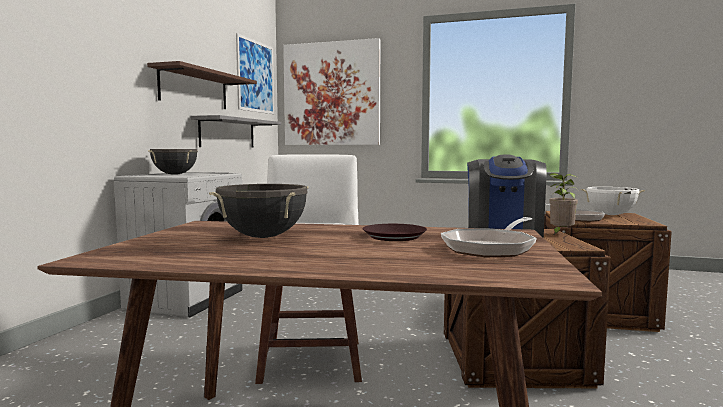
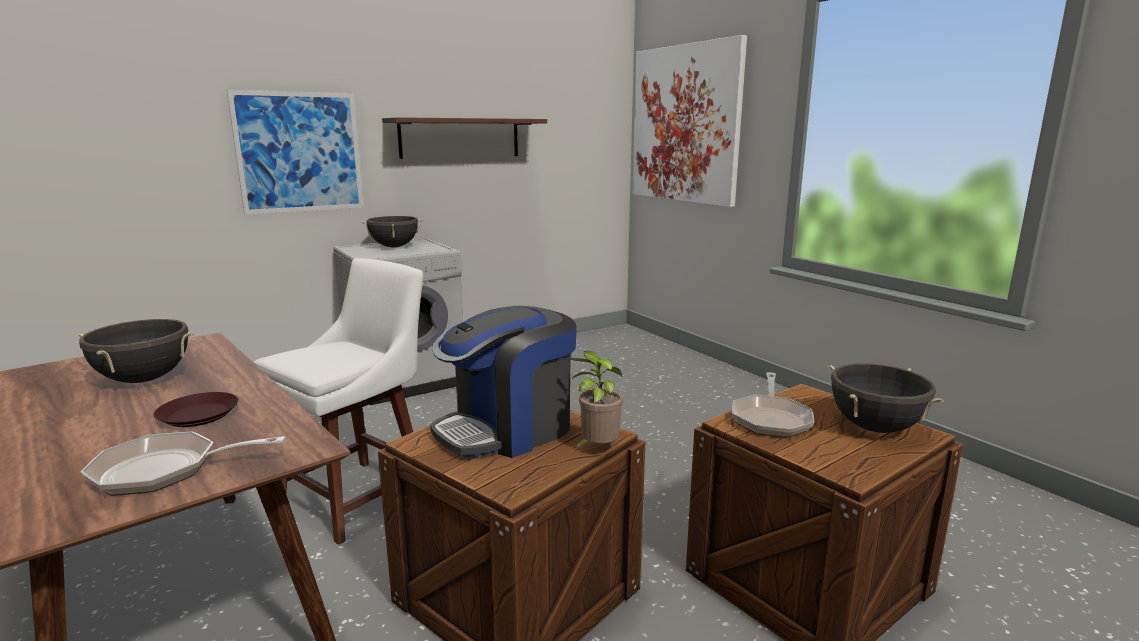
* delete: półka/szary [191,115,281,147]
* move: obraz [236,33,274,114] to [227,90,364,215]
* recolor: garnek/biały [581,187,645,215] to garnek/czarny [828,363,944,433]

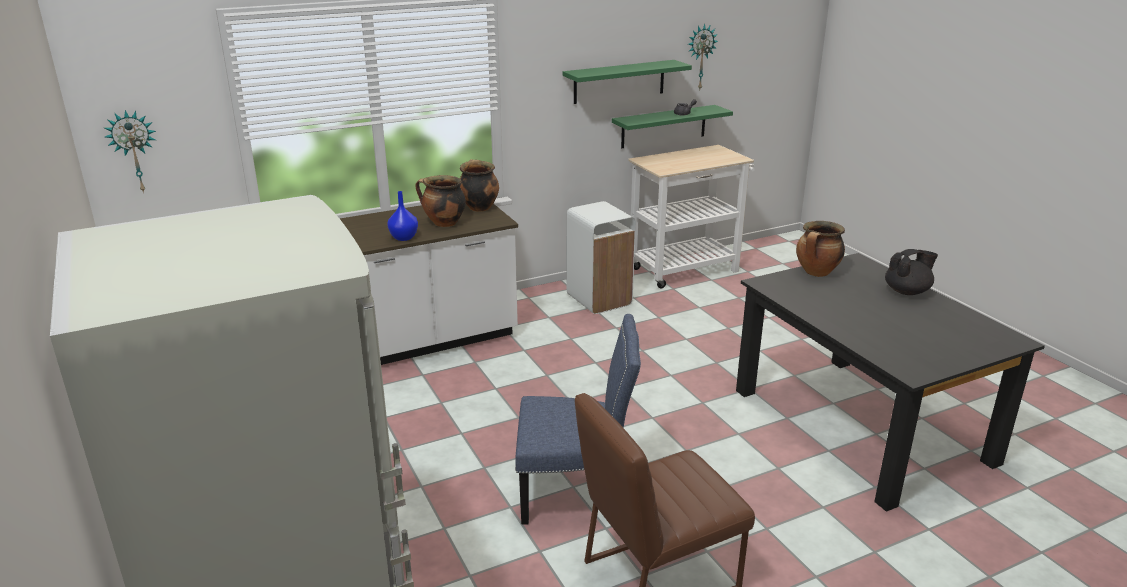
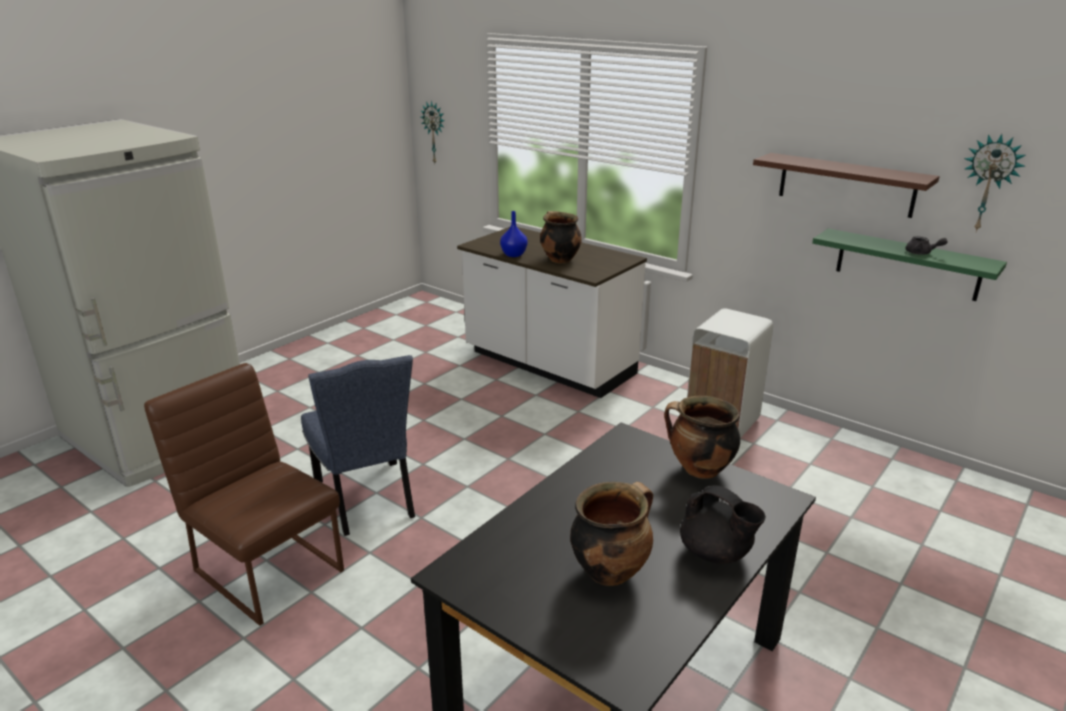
* move: garnek [459,160,499,212] to [570,482,653,586]
* recolor: półka/zielony [563,60,692,104] to półka/brązowy [753,153,940,218]
* delete: wózek/biały [628,145,755,289]

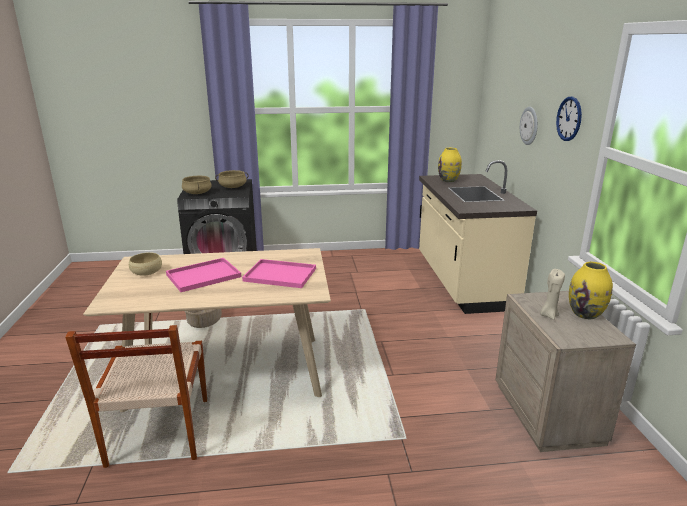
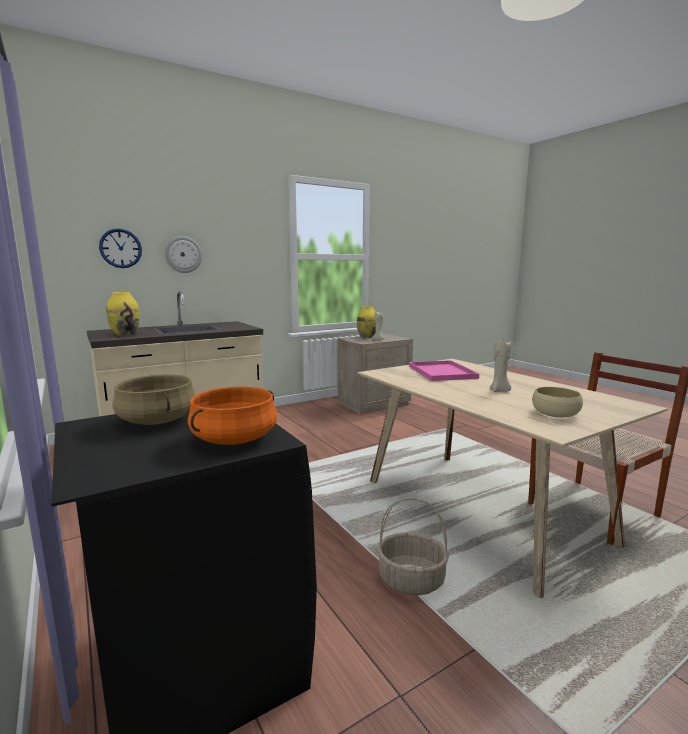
* replace: taca/różowy [166,258,242,292] to świeca/beżowy [490,340,511,392]
* recolor: garnek/beżowy [182,176,212,194] to garnek/pomarańczowy [188,387,277,445]
* move: zegar ścienny [556,97,582,141] to [99,228,142,268]

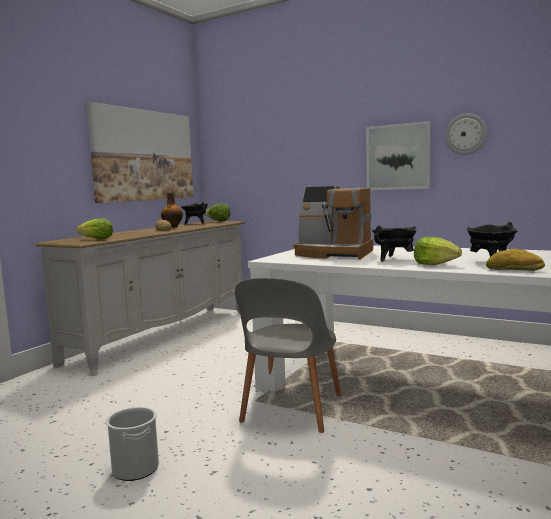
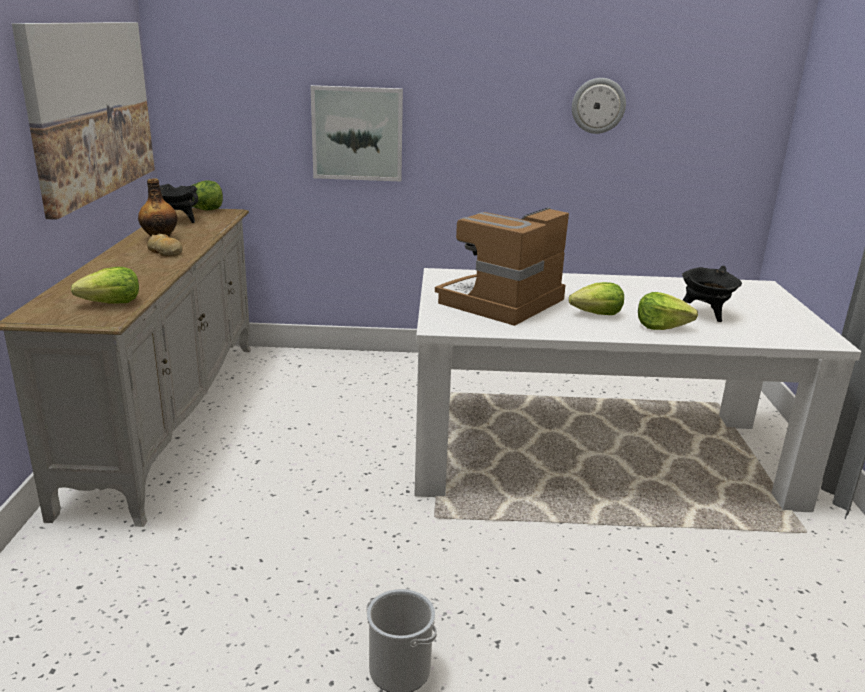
* delete: krzesło/szary [235,278,341,433]
* rotate: ekspres do kawy [294,186,373,260] = [435,207,569,326] 135 degrees clockwise
* move: obraz [366,121,431,190] to [311,85,403,181]
* replace: garnek/czarny [372,225,417,262] to sałata [569,282,624,315]
* delete: chleb [486,248,545,271]

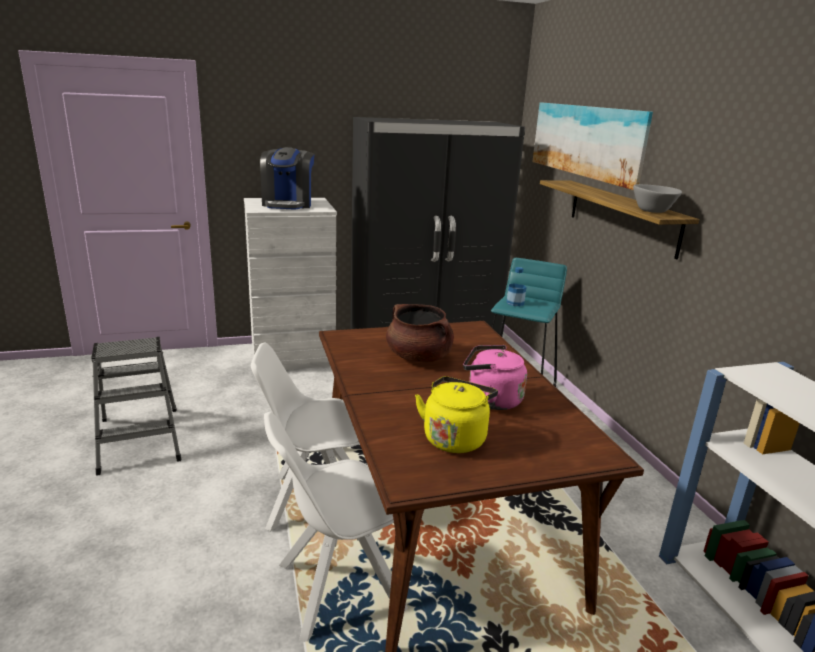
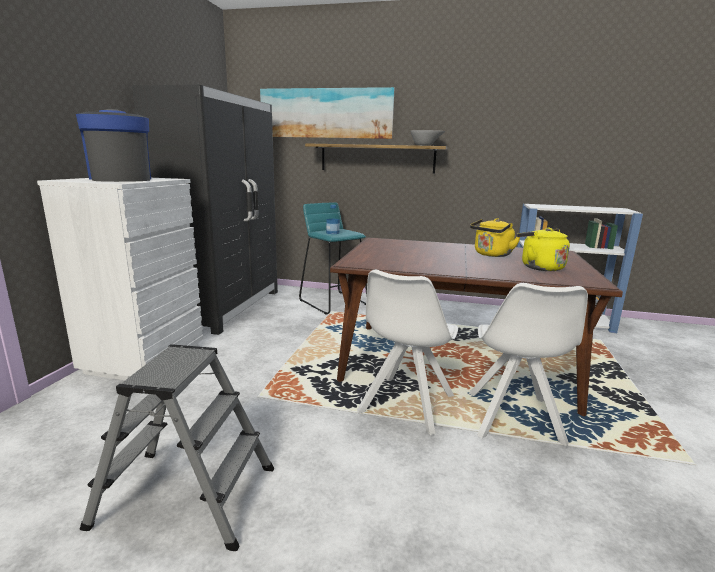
* rotate: ekspres do kawy [260,147,314,209] = [76,109,151,182] 150 degrees counterclockwise
* delete: garnek/brązowy [386,304,454,363]
* recolor: czajnik/różowy [463,345,527,410] to czajnik/żółty [470,218,520,257]

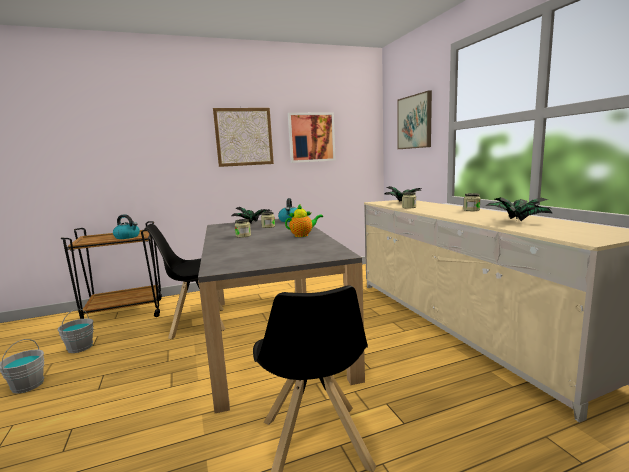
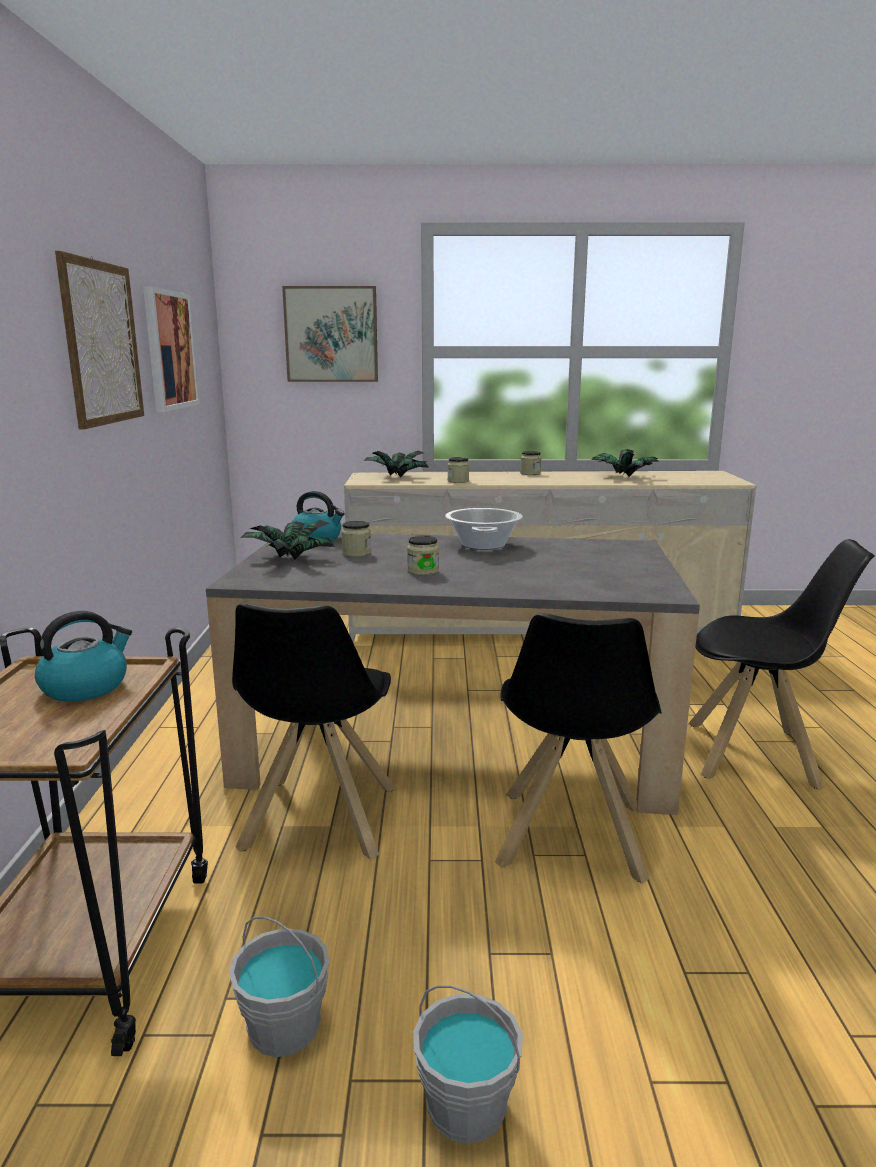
* replace: imbryk [285,205,323,237] to garnek [445,508,523,550]
* insert: krzesło/czarny [495,613,662,884]

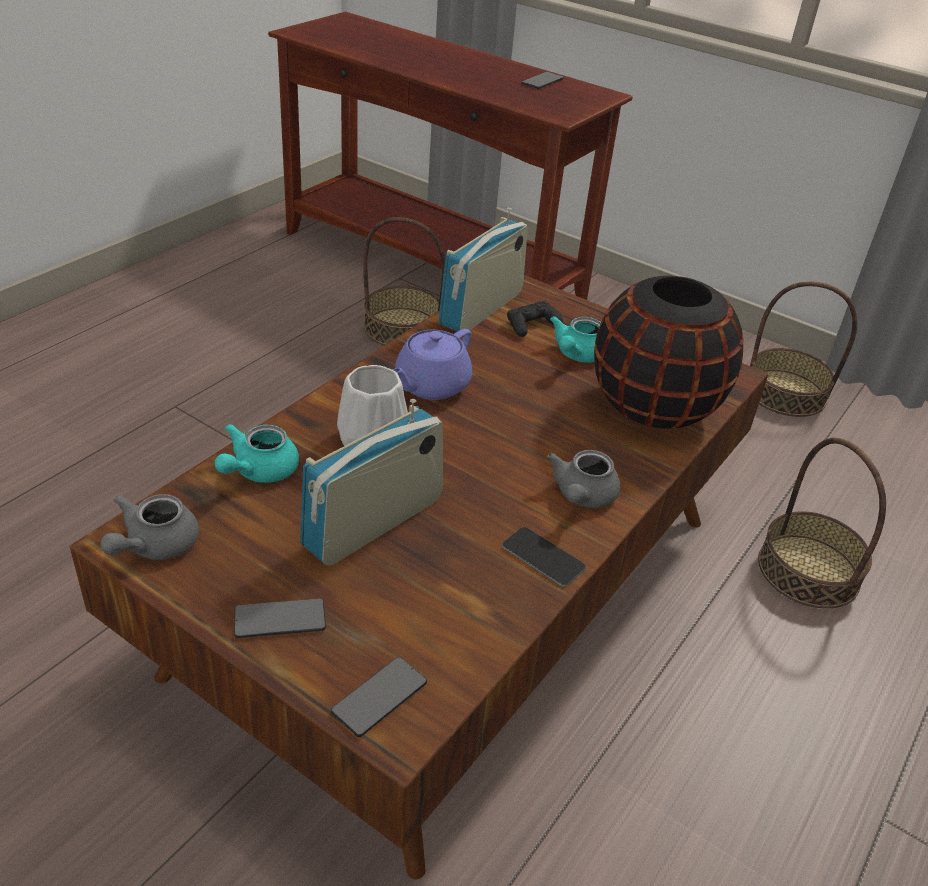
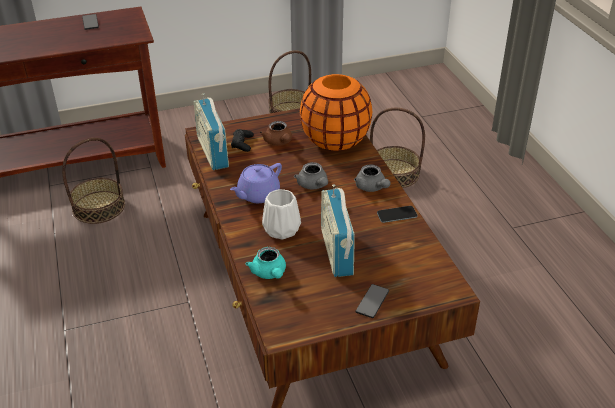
* move: imbryk/szary [100,494,199,560] to [294,162,328,190]
* delete: telefon [331,657,427,737]
* rotate: imbryk/fioletowy [393,329,472,400] = [230,163,282,203] 60 degrees clockwise
* recolor: imbryk/turkusowy [550,316,601,363] to imbryk/brązowy [260,121,292,146]
* recolor: wazon/czarny [594,276,743,429] to wazon/pomarańczowy [300,74,372,151]

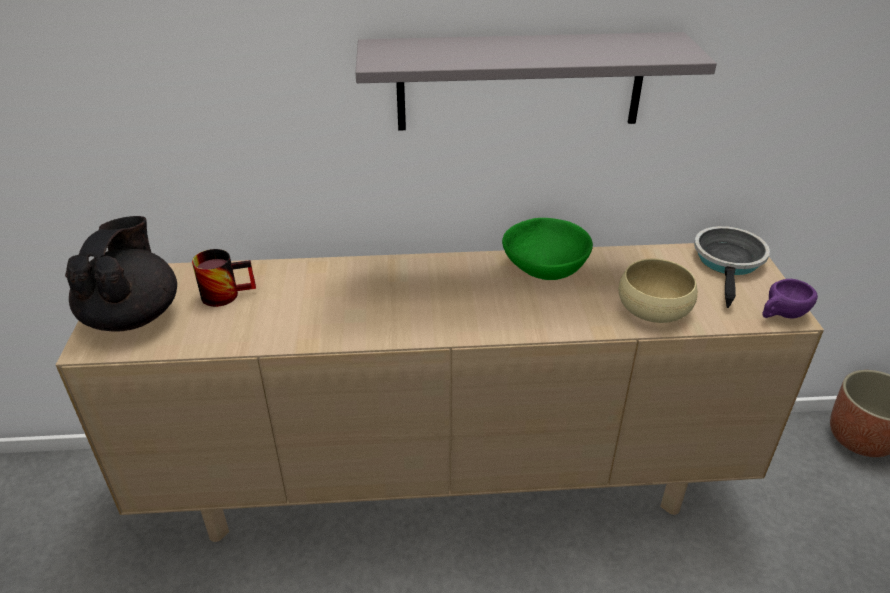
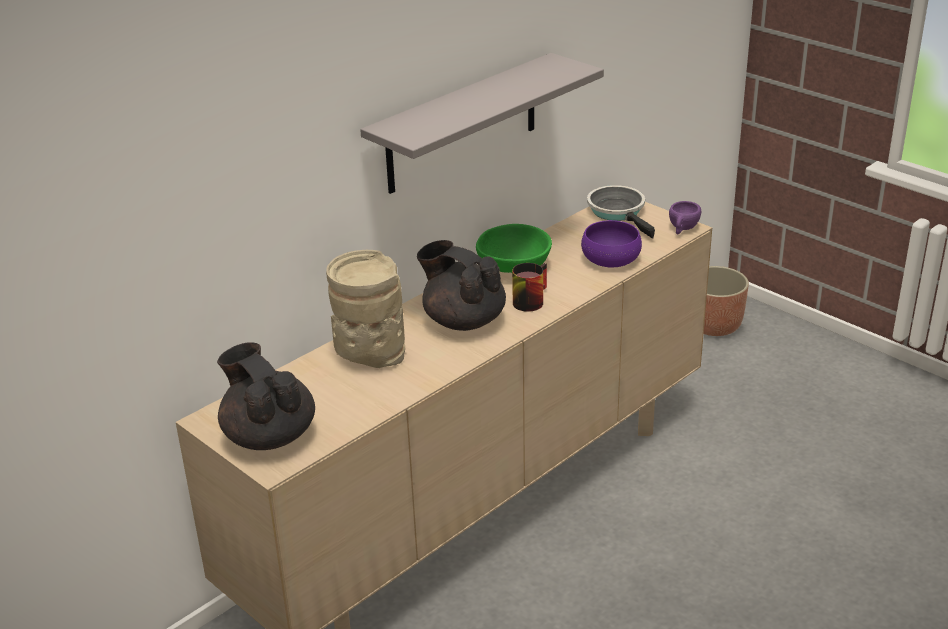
* move: kubek [192,249,256,307] to [512,263,547,312]
* recolor: miska/beżowy [619,259,698,323] to miska/fioletowy [581,220,642,267]
* insert: wazon/beżowy [326,250,405,368]
* insert: imbryk/czarny [417,240,506,331]

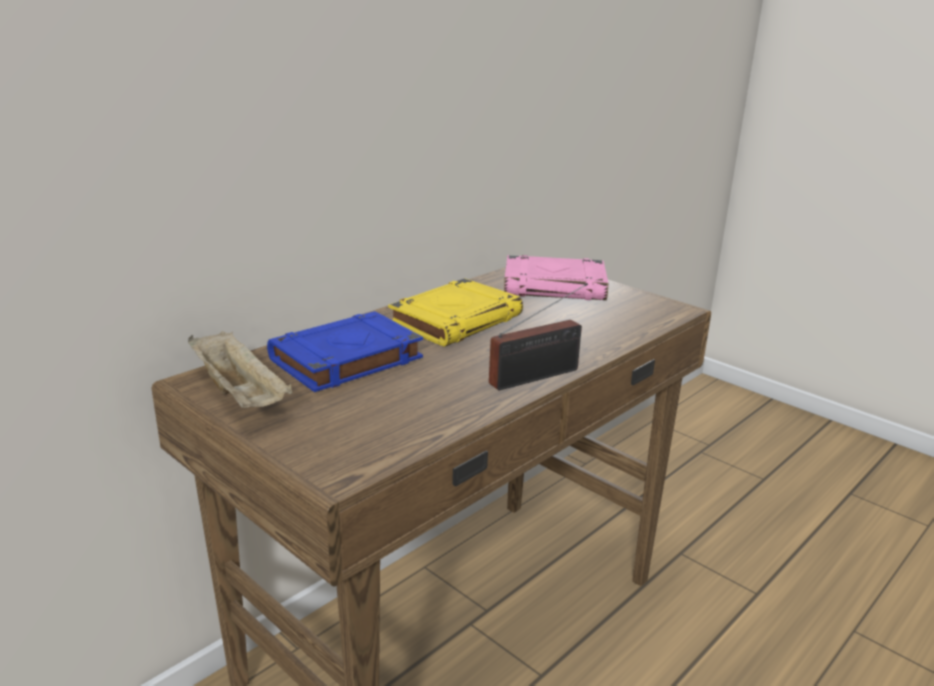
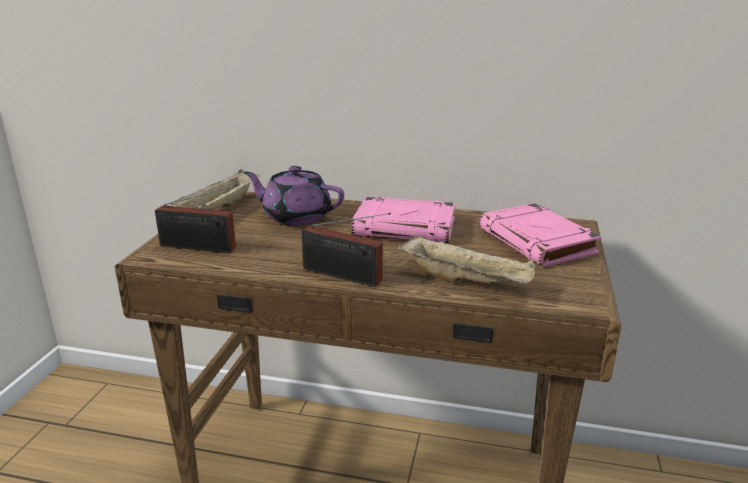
* replace: książka/niebieski [267,311,423,392] to imbryk/fioletowy [243,166,344,226]
* recolor: książka/żółty [388,278,523,347] to książka/różowy [351,197,455,243]
* insert: radio [155,184,237,253]
* insert: taca/beżowy [398,235,536,284]

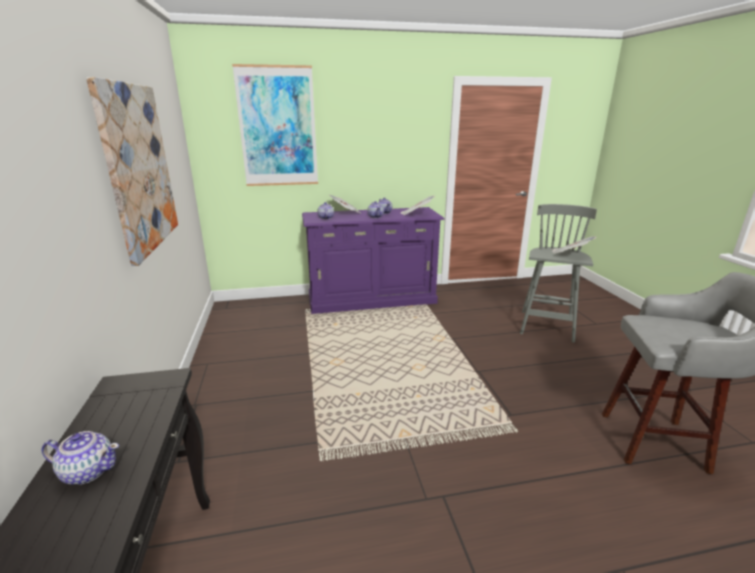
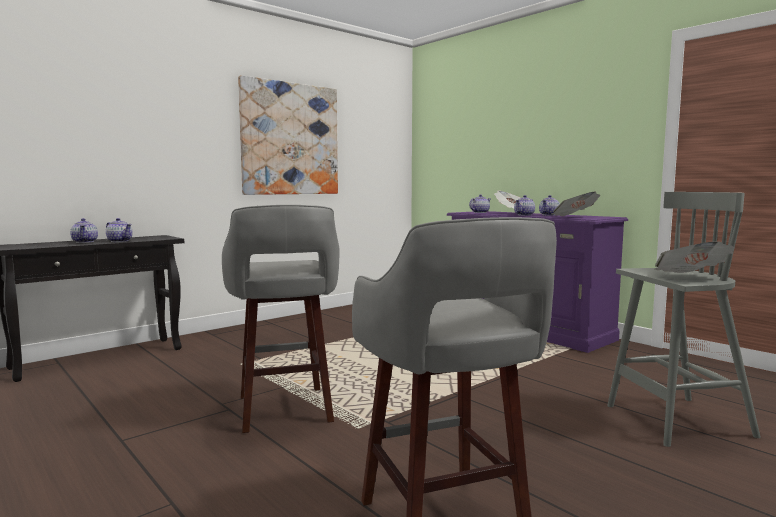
* delete: obraz [232,64,318,186]
* insert: imbryk [106,218,132,242]
* insert: stołek/szary [222,205,340,433]

